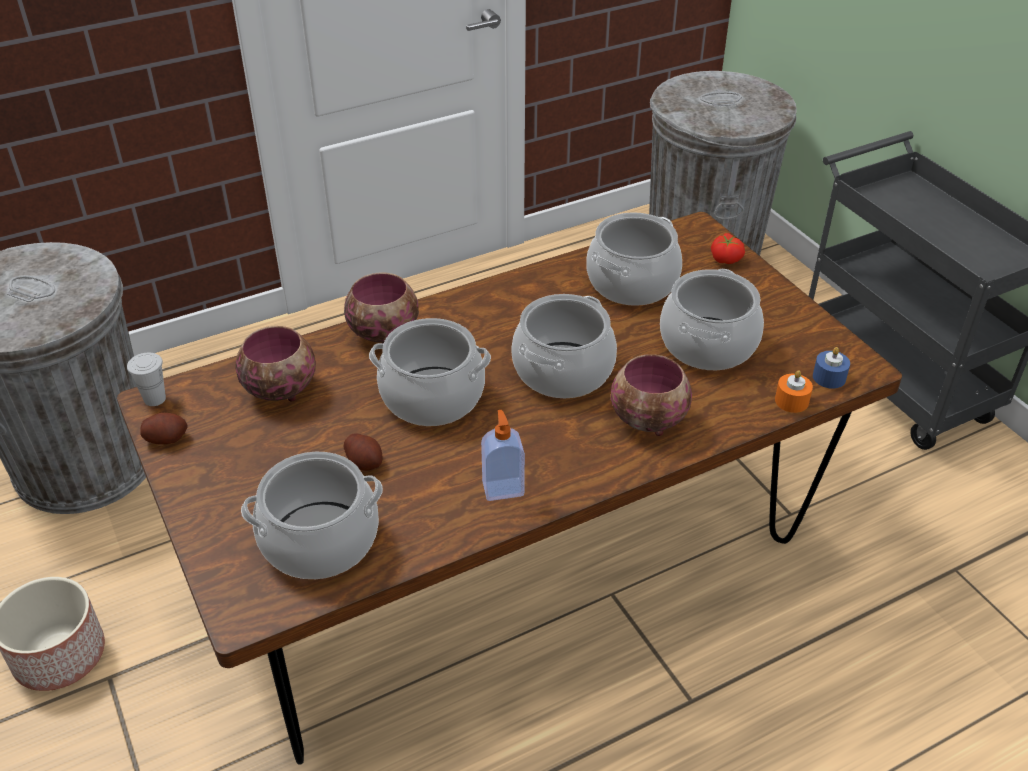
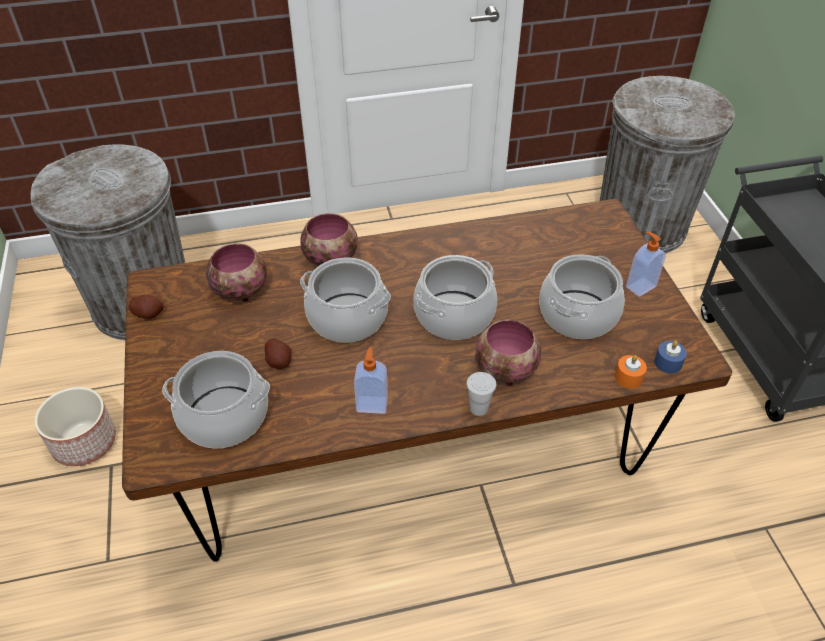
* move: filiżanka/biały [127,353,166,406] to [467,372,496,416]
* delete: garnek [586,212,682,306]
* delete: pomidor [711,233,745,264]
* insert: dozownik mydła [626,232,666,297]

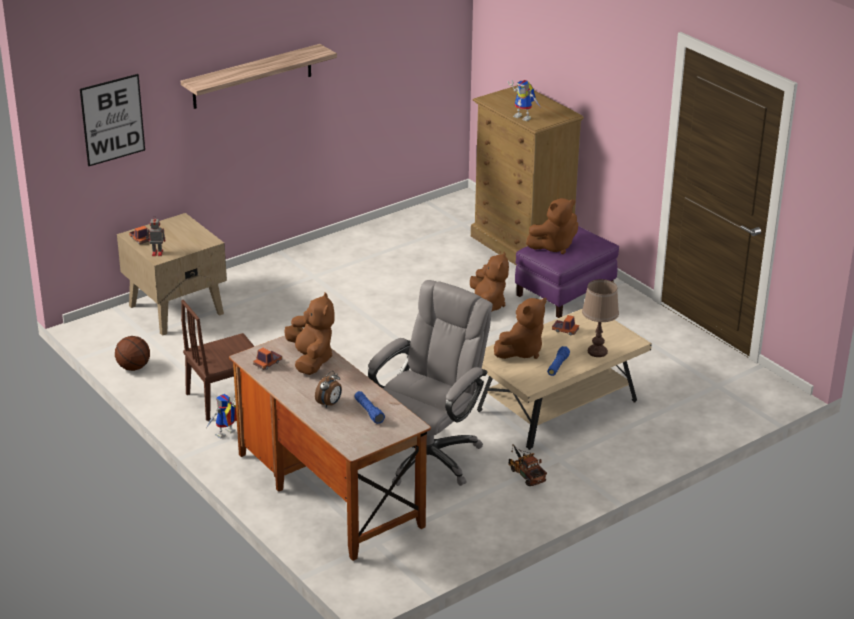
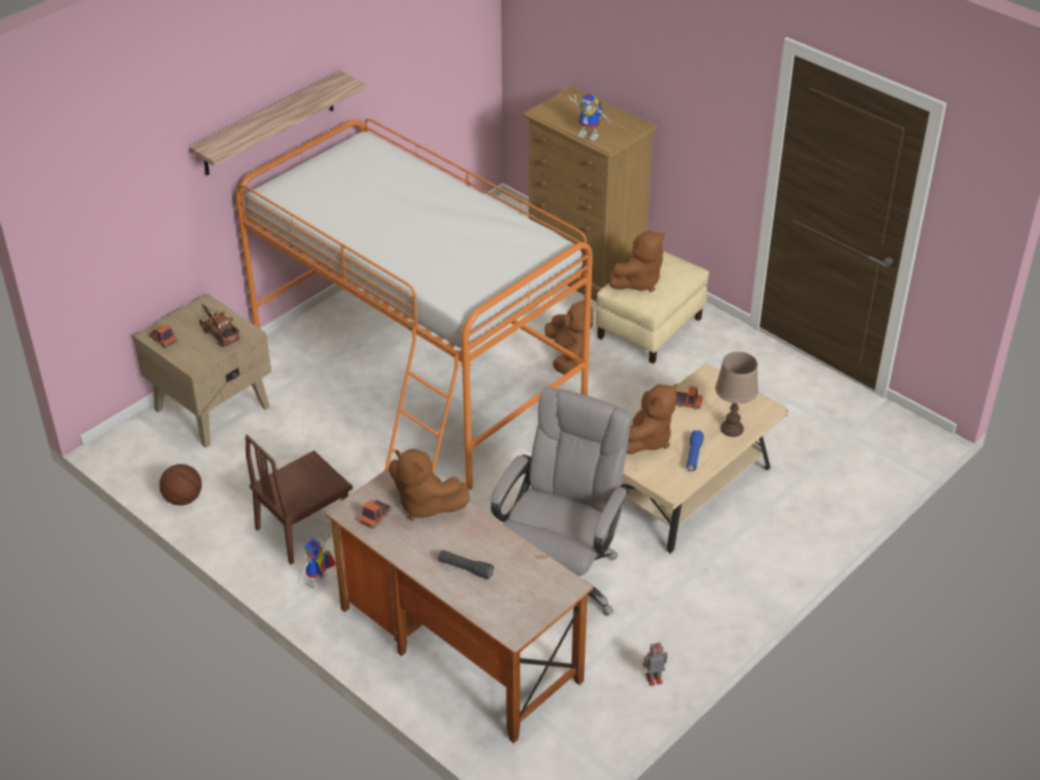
* delete: obraz [80,74,145,166]
* move: robot zabawkowy [146,216,165,256] to [643,642,668,686]
* rotate: pluszak/brązowy [284,292,335,375] = [389,449,470,520] 150 degrees clockwise
* replace: budzik [315,371,342,408] to latarka/czarny [438,550,494,579]
* delete: latarka/niebieski [354,391,385,424]
* move: ciężarówka zabawkowa [509,444,547,486] to [200,304,240,347]
* recolor: pufa/fioletowy [515,226,619,318] to pufa/beżowy [596,251,709,364]
* insert: łóżko/pomarańczowy [235,118,593,490]

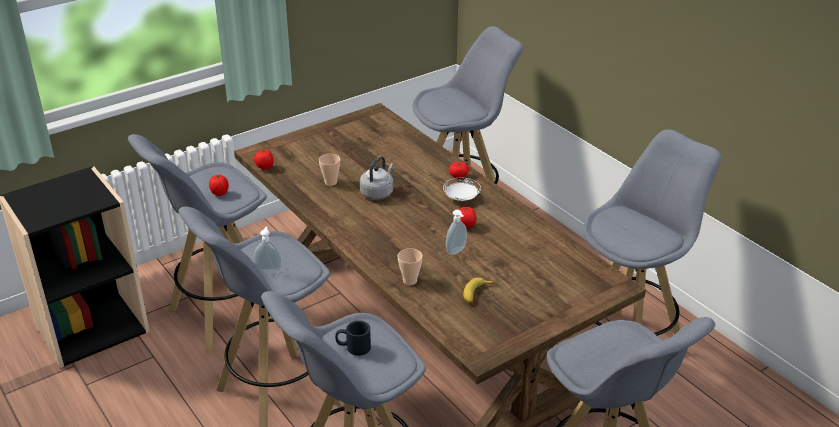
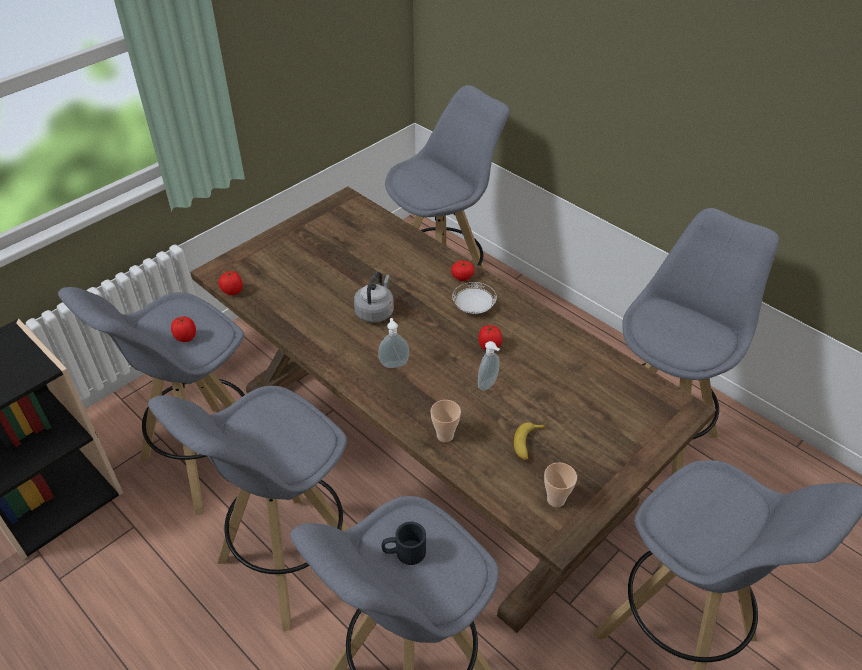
* move: dozownik mydła [254,227,282,274] to [378,318,409,368]
* move: filiżanka [319,154,340,186] to [544,462,577,507]

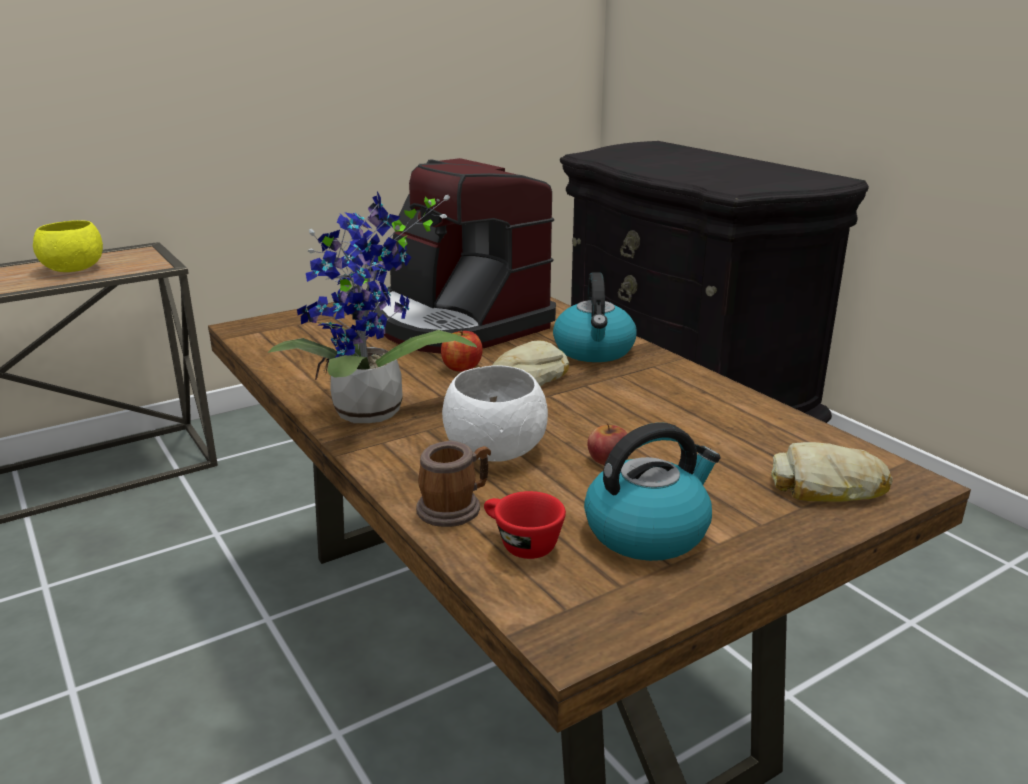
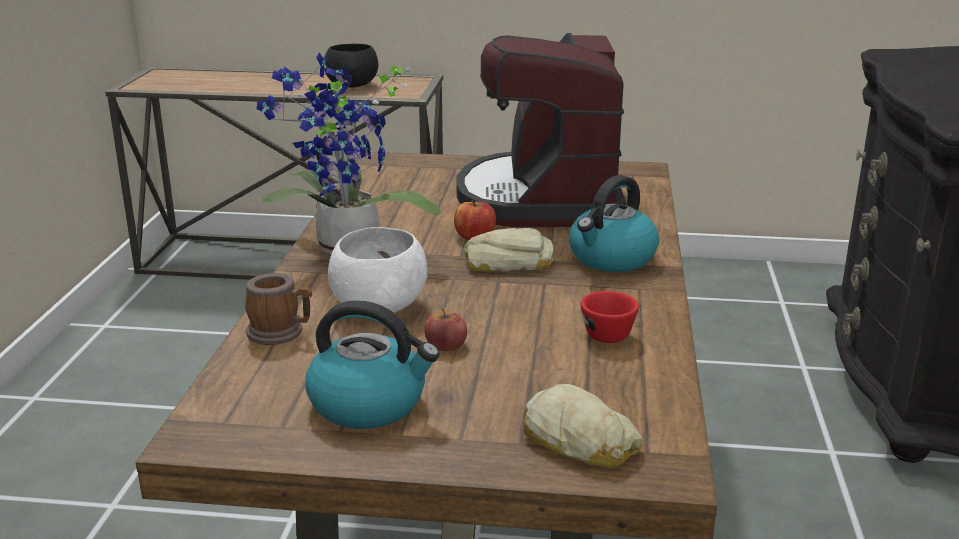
* recolor: miska/żółty [33,220,103,272] to miska/czarny [324,44,378,88]
* move: filiżanka/czerwony [484,491,566,559] to [581,291,639,343]

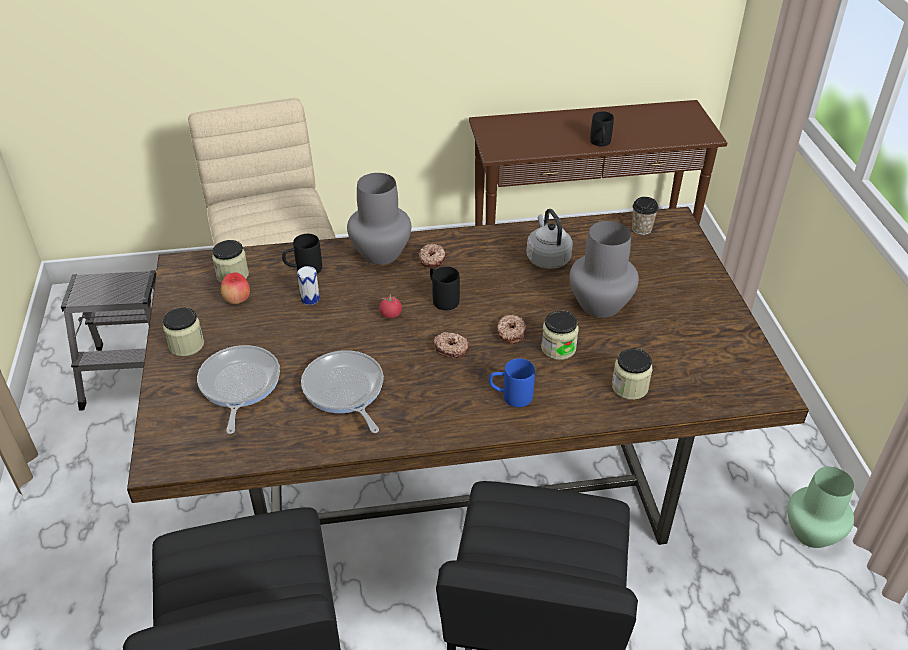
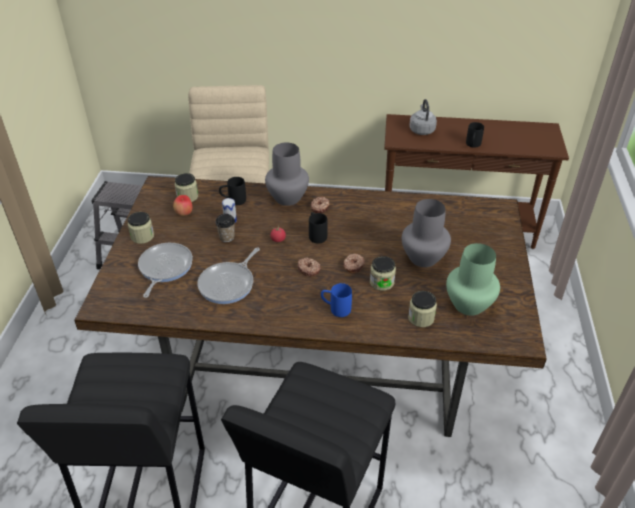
* rotate: patelnia [301,350,384,433] = [197,247,260,304] 135 degrees counterclockwise
* move: czajnik/szary [526,209,573,269] to [409,99,437,135]
* move: filiżanka [632,197,659,235] to [215,214,235,242]
* move: wazon/zielony [787,467,854,548] to [446,243,500,316]

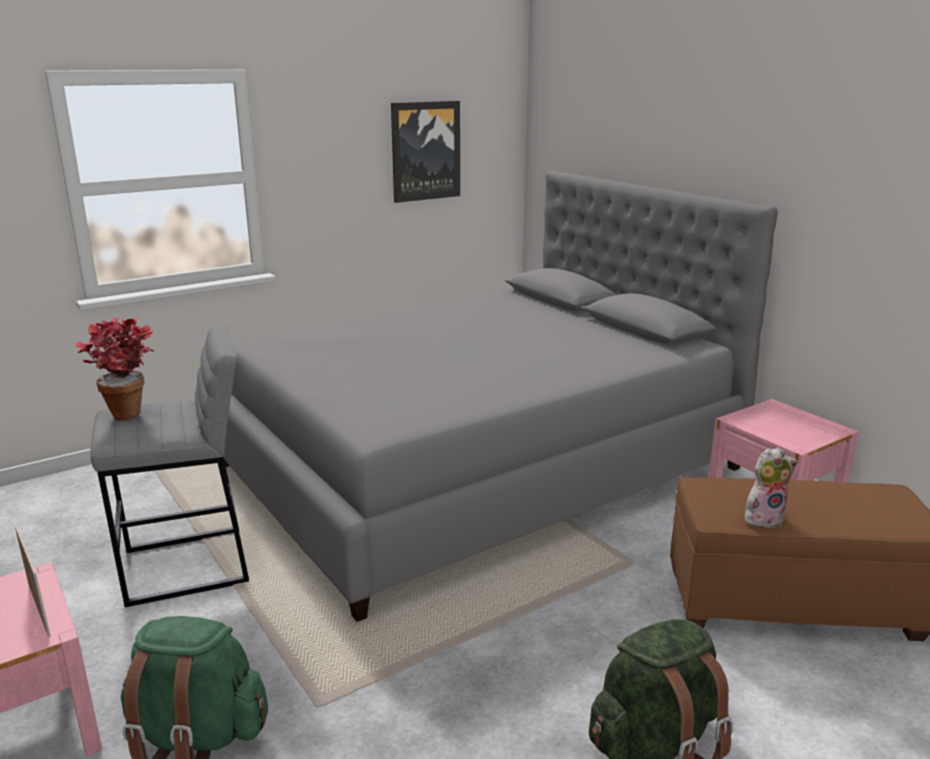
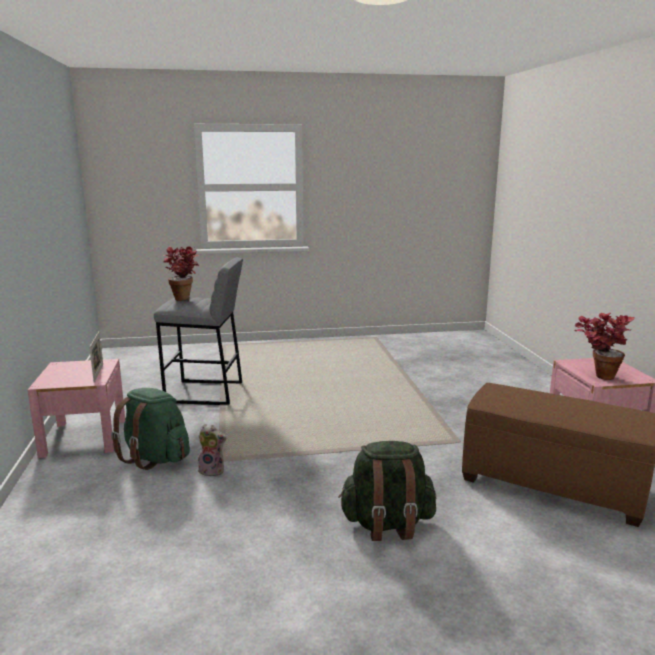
* delete: łóżko/szary [223,170,778,622]
* delete: obraz [391,101,460,203]
* move: pluszak [745,447,797,528] to [198,424,227,477]
* insert: roślina doniczkowa [574,313,634,380]

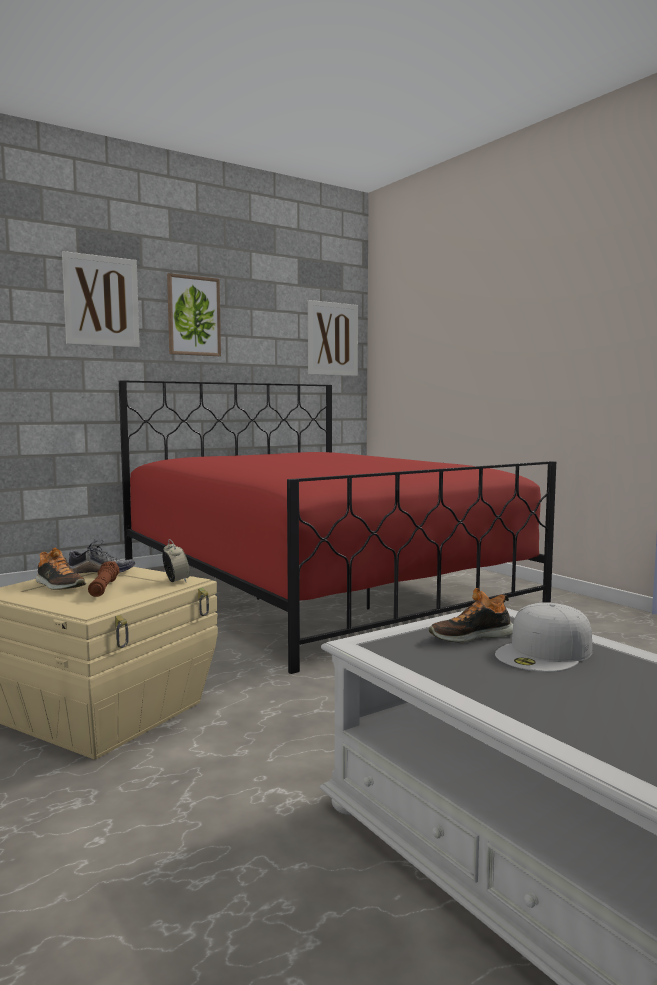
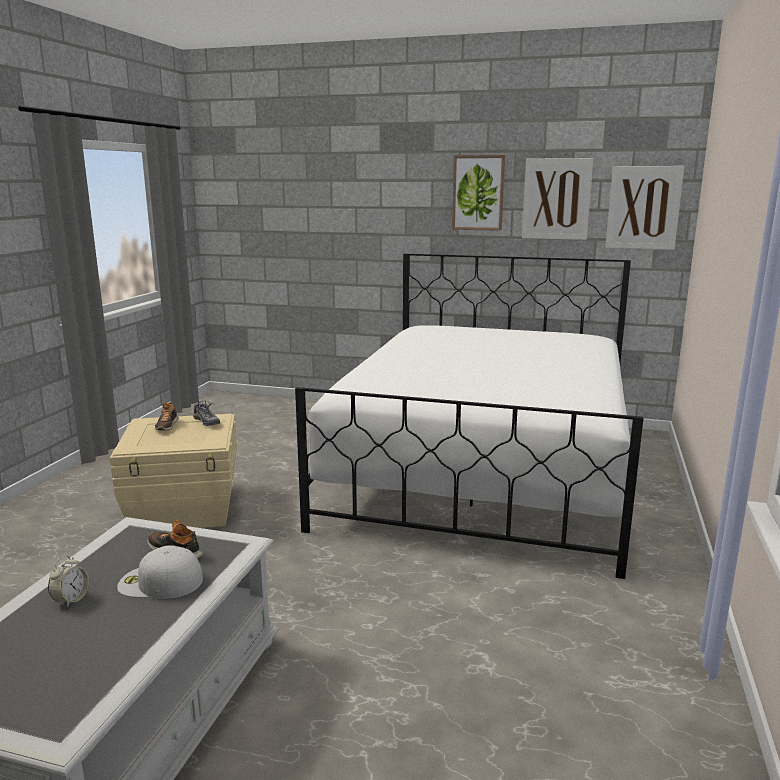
* move: obraz [62,251,140,348] to [522,158,593,240]
* delete: latarka/brązowy [88,561,119,597]
* recolor: łóżko/czerwony [119,380,556,674] to łóżko/biały [295,254,643,579]
* move: budzik [163,539,190,582] to [48,555,89,608]

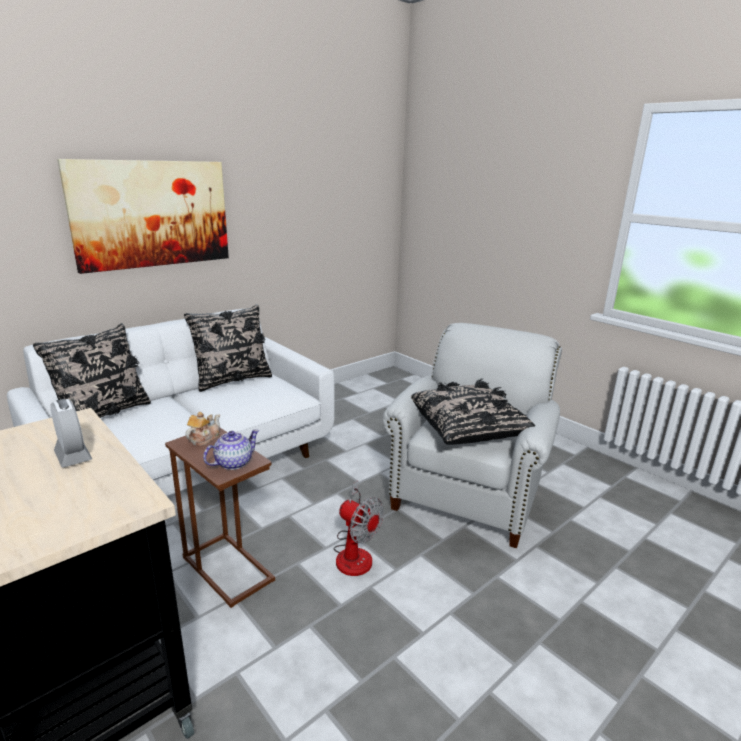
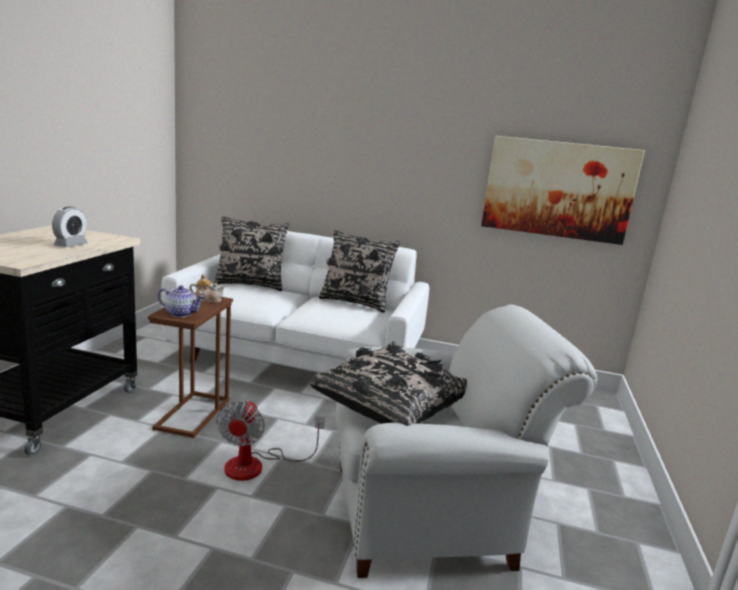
* move: obraz [57,159,229,274] to [481,136,645,245]

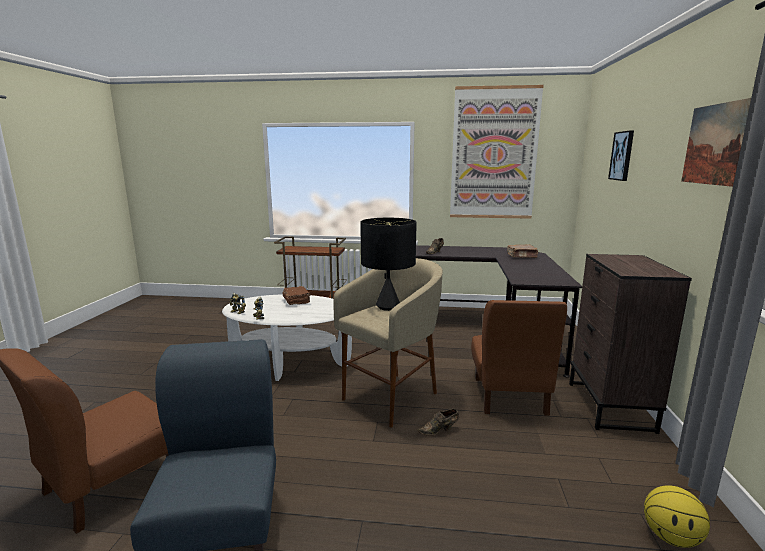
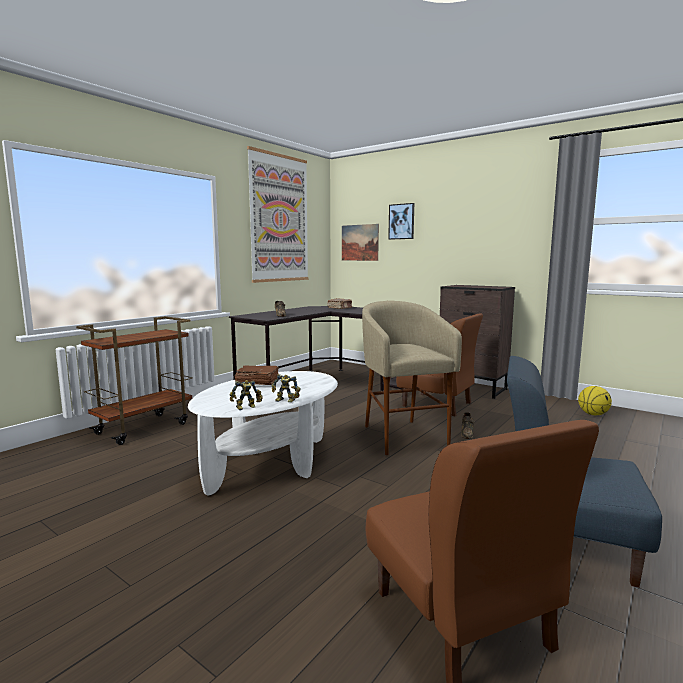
* delete: lampa stołowa/czarny [360,218,417,311]
* move: obraz [681,98,751,187] to [342,224,379,261]

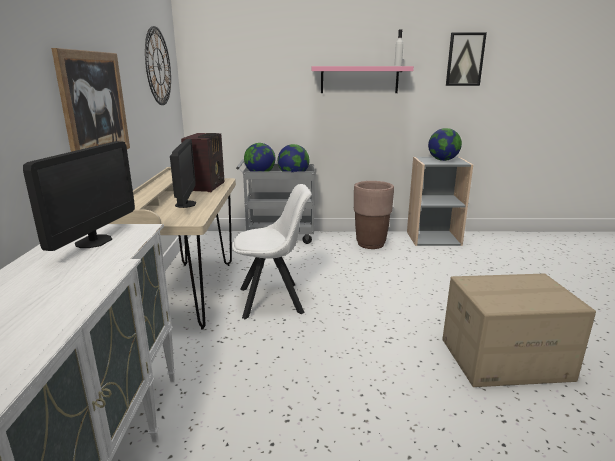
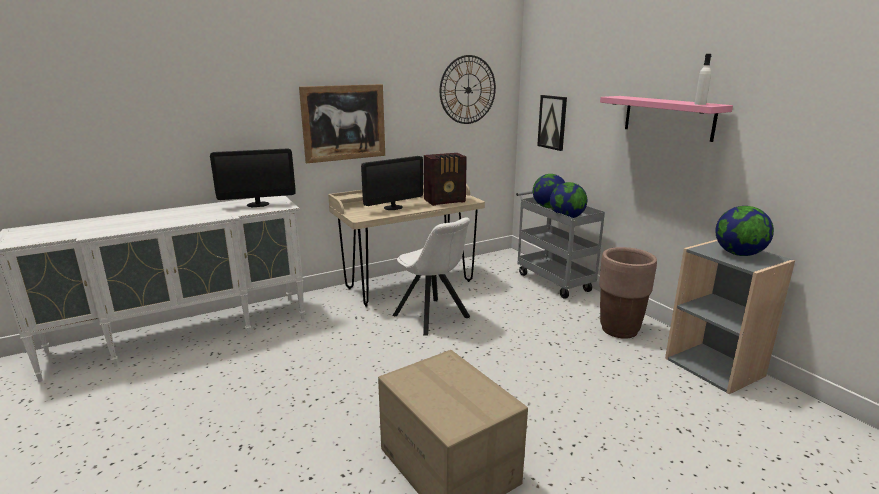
* move: obraz [446,32,487,86] to [537,95,567,151]

